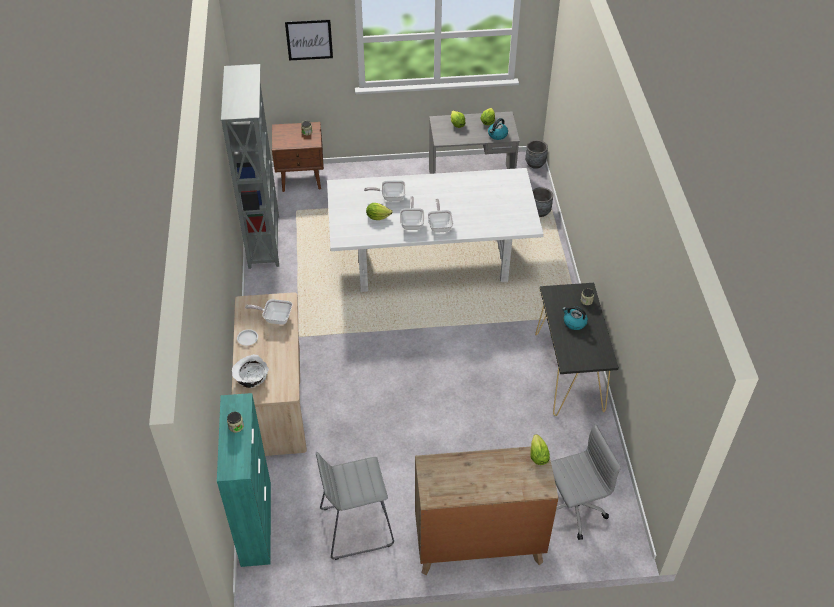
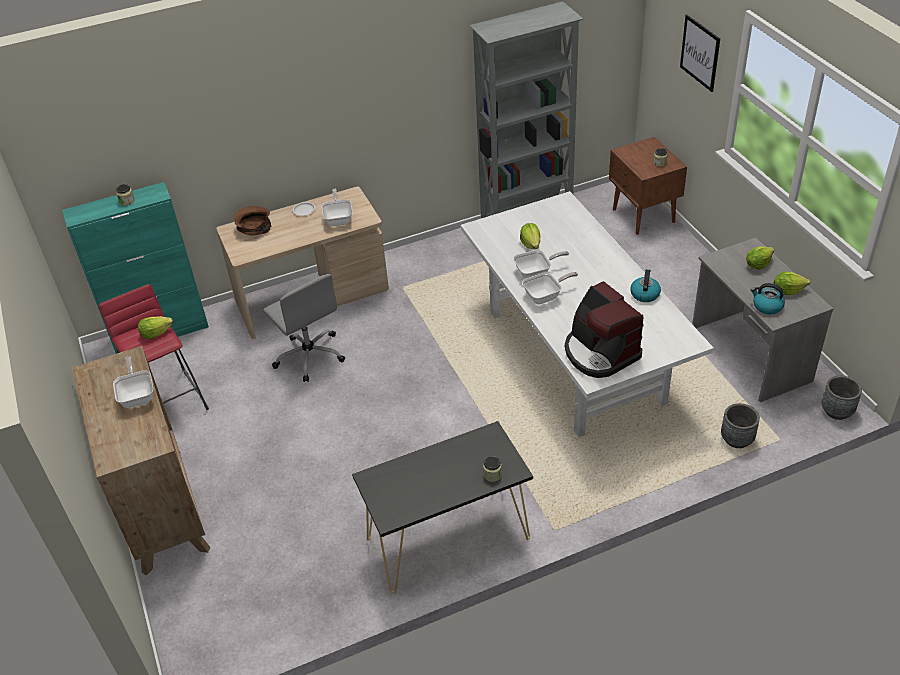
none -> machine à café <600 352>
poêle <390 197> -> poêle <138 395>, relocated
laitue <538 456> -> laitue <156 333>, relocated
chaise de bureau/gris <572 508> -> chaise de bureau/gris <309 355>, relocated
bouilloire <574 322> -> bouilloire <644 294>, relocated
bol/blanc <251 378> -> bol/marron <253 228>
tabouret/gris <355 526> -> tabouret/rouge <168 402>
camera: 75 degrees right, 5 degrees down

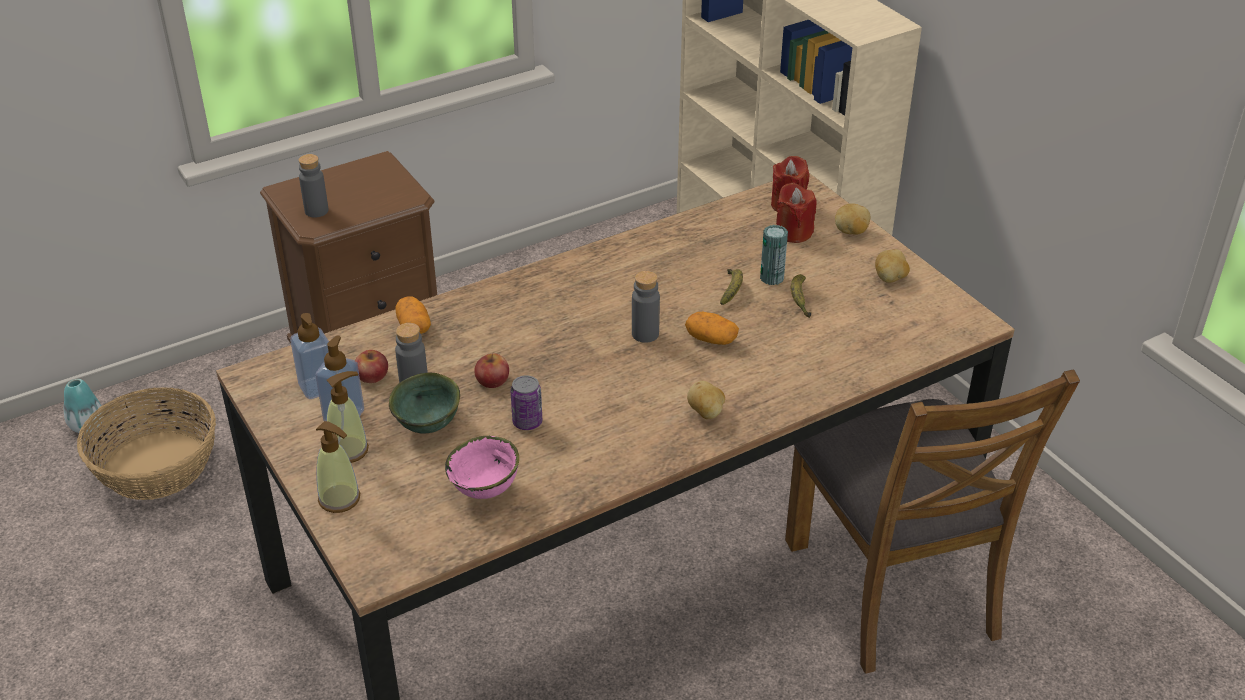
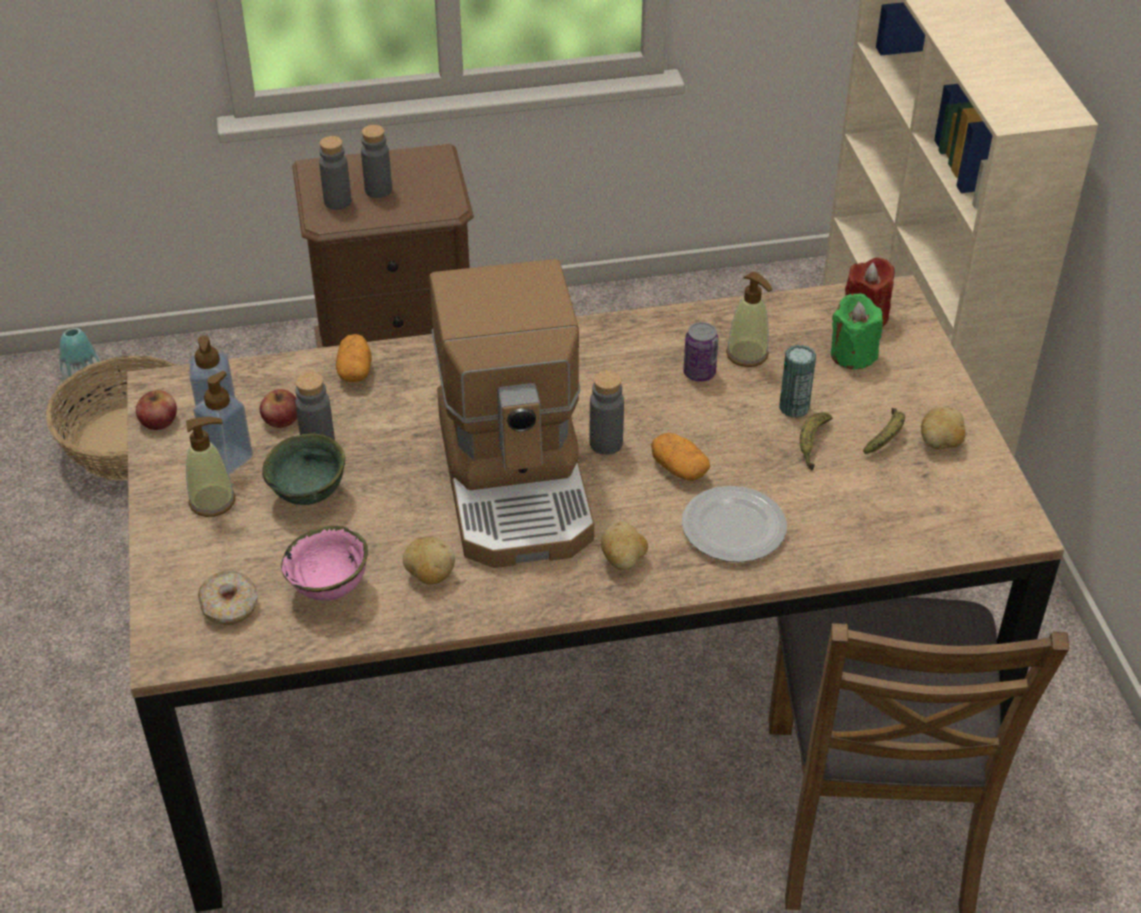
none -> beignet <230 606>
none -> bouteille/gris <378 190>
none -> machine à café <518 480>
none -> assiette <732 528>
distributeur de savon <339 499> -> distributeur de savon <747 354>, relocated
pomme <492 380> -> pomme <158 420>, relocated
boîte métallique <527 422> -> boîte métallique <699 373>, relocated
banane <731 291> -> banane <886 437>, relocated
pomme de terre <851 232> -> pomme de terre <429 575>, relocated
bougie/rouge <793 232> -> bougie/vert <852 354>
camera: 20 degrees right, 5 degrees up

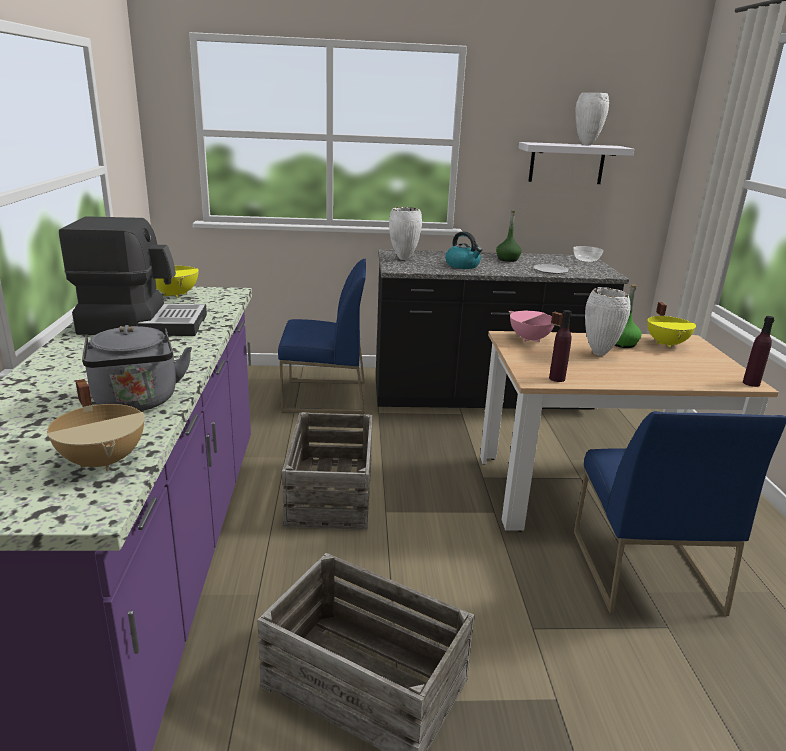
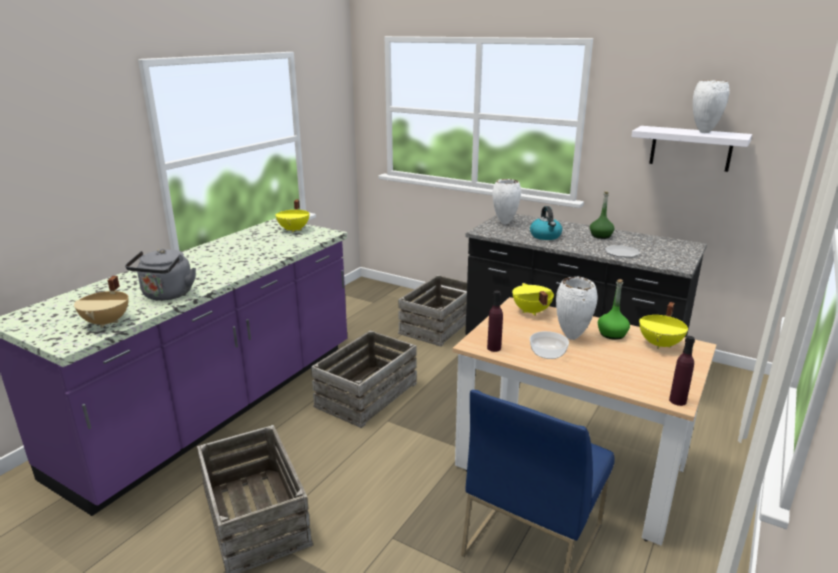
machine à café <143 324> -> none
bol <586 260> -> bol <547 353>, relocated
chaise/bleu <324 397> -> caisse <439 325>
marmite/rose <529 339> -> marmite/jaune <530 311>
camera: 35 degrees right, 0 degrees up

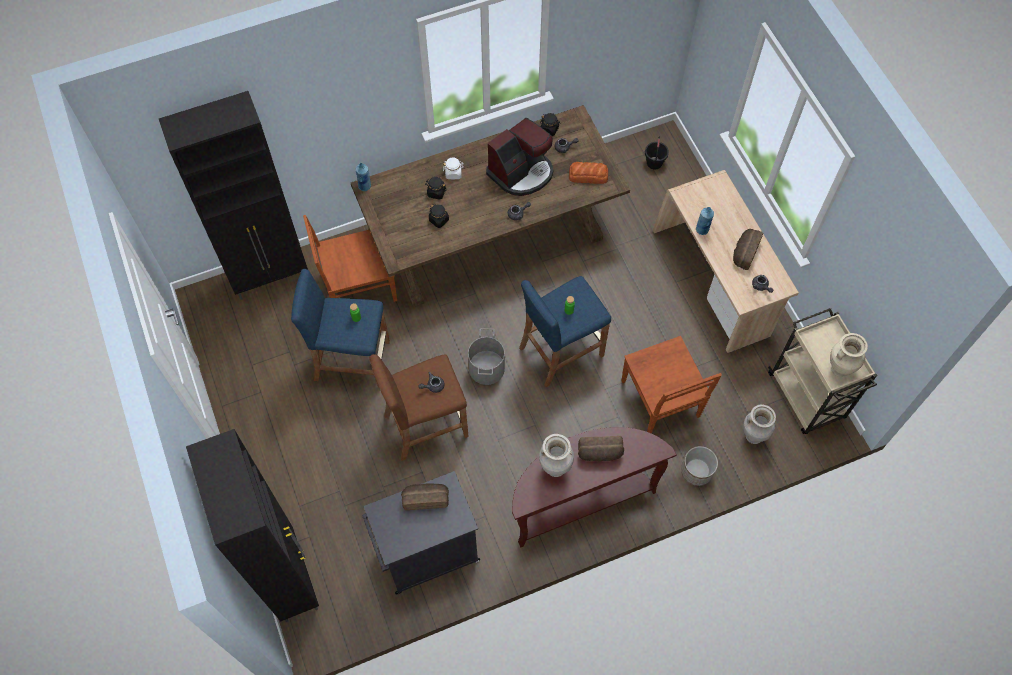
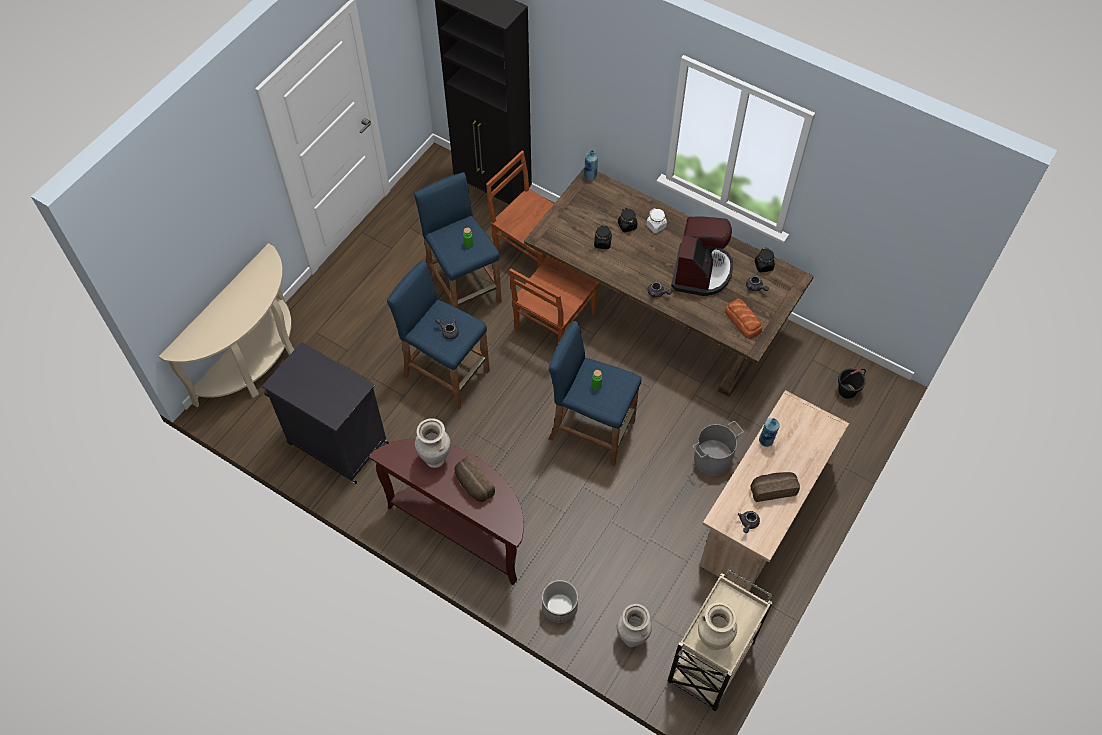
pain <425 498> -> none
seau/gris <487 368> -> seau/gris <713 459>, relocated
chaise/marron <661 400> -> chaise/marron <554 323>, relocated
meuble de rangement/noir <290 577> -> table console/beige <255 363>
tabouret/marron <426 425> -> tabouret/bleu <446 373>
machine à café <521 172> -> machine à café <701 271>, 90 degrees counterclockwise
camera: 55 degrees right, 5 degrees down

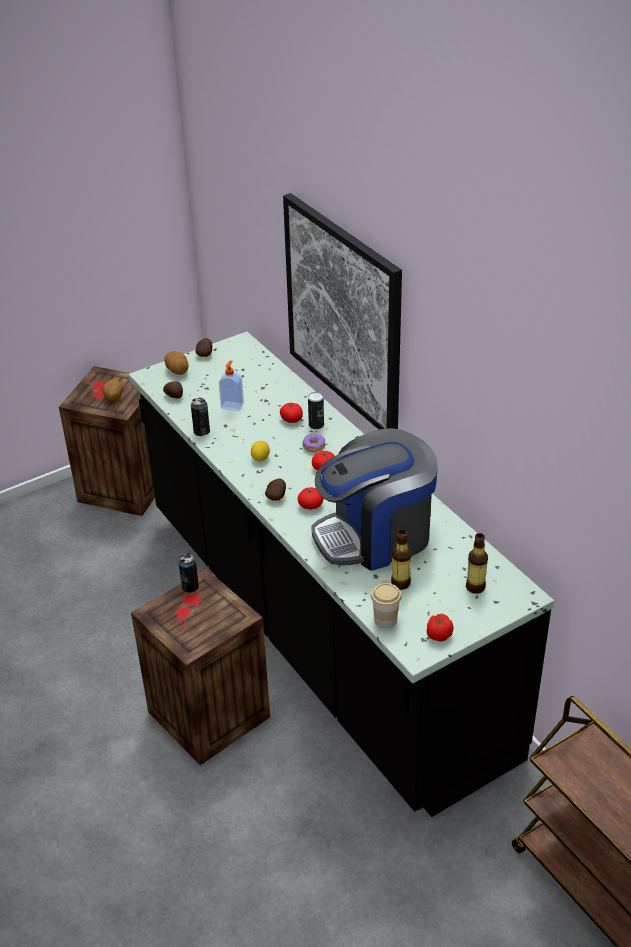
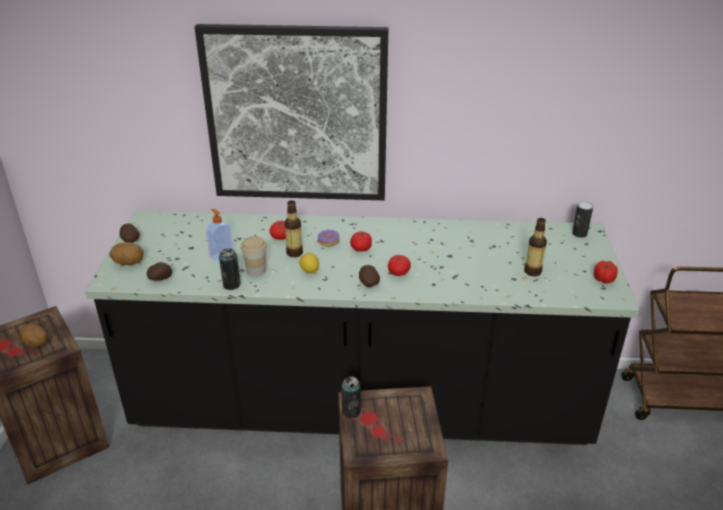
machine à café <375 536> -> none
boîte métallique <316 425> -> boîte métallique <579 234>, relocated
tasse <385 620> -> tasse <256 270>, relocated
bouteille <475 587> -> bouteille <294 253>, relocated
camera: 55 degrees left, 5 degrees down

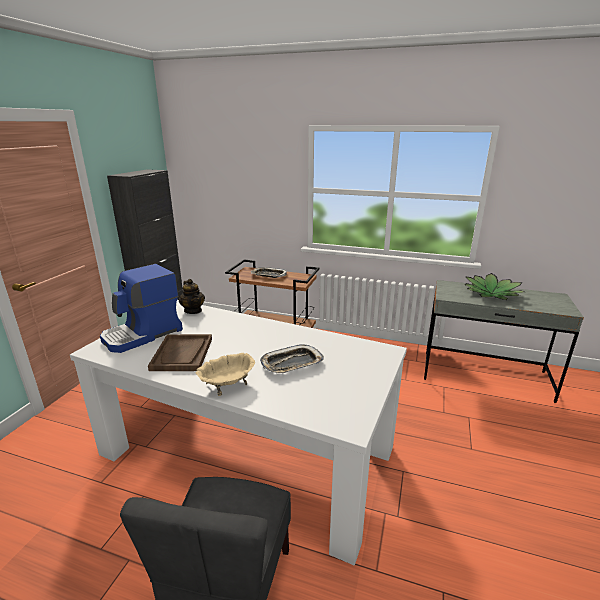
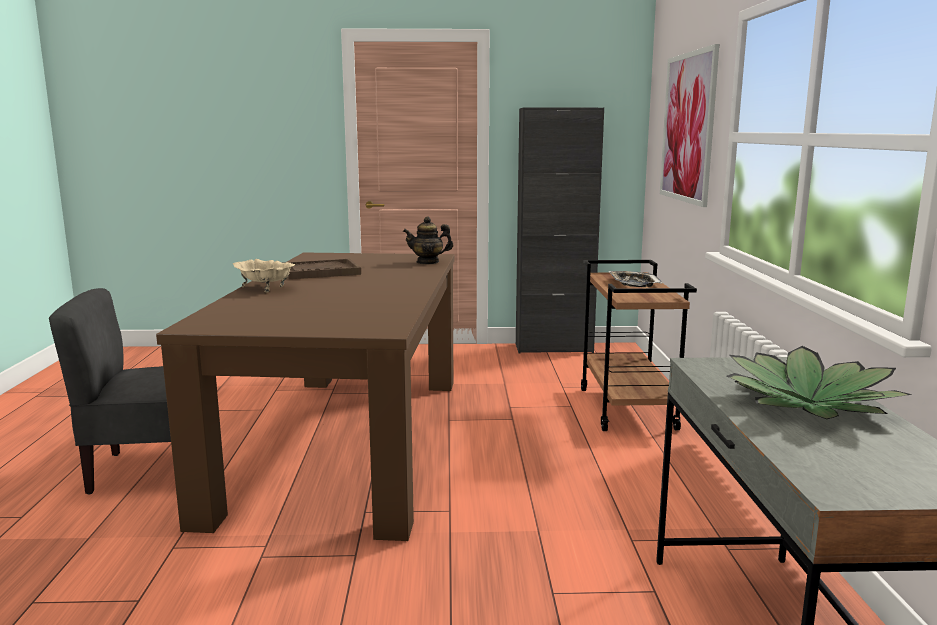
machine à café <143 335> -> none
plateau <292 364> -> none
none -> tableau <687 127>
table à manger/blanc <247 451> -> table à manger/marron <347 440>
théière <193 310> -> théière <428 262>, 45 degrees clockwise
camera: 70 degrees right, 10 degrees down

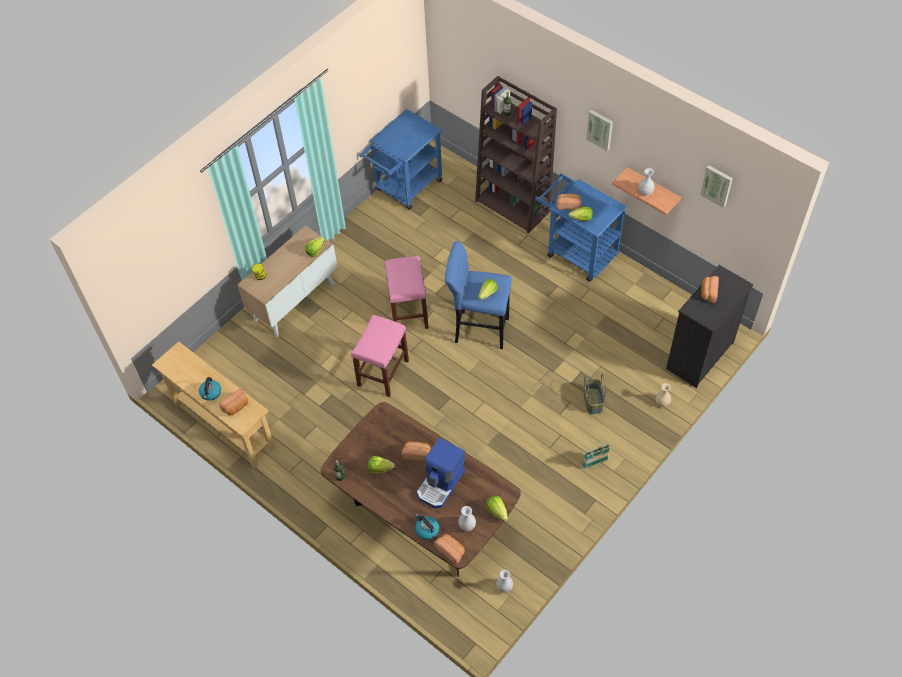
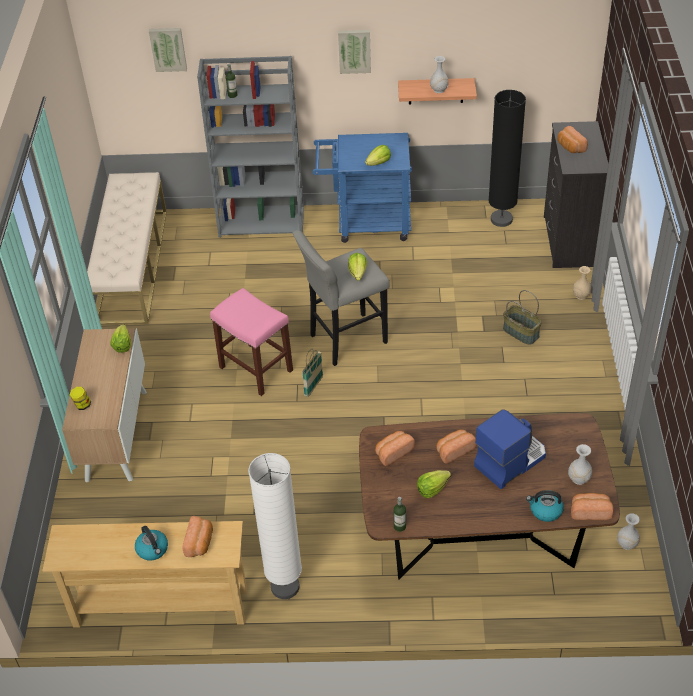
tabouret/rose <383 373> -> none
laitue <497 511> -> none
none -> lampadaire/blanc <285 587>
none -> lampadaire/noir <501 219>
pain <568 205> -> pain <393 452>, relocated
panier <595 463> -> panier <313 386>, relocated
tableau <717 185> -> tableau <168 49>, relocated
chariot/bleu <405 188> -> banc/beige <132 265>
tabouret/bleu <478 329> -> tabouret/gris <345 340>
bibliothèque/marron <513 206> -> bibliothèque/gris <262 221>
machine à café <441 484> -> machine à café <510 460>, 120 degrees counterclockwise
camera: 40 degrees left, 10 degrees down

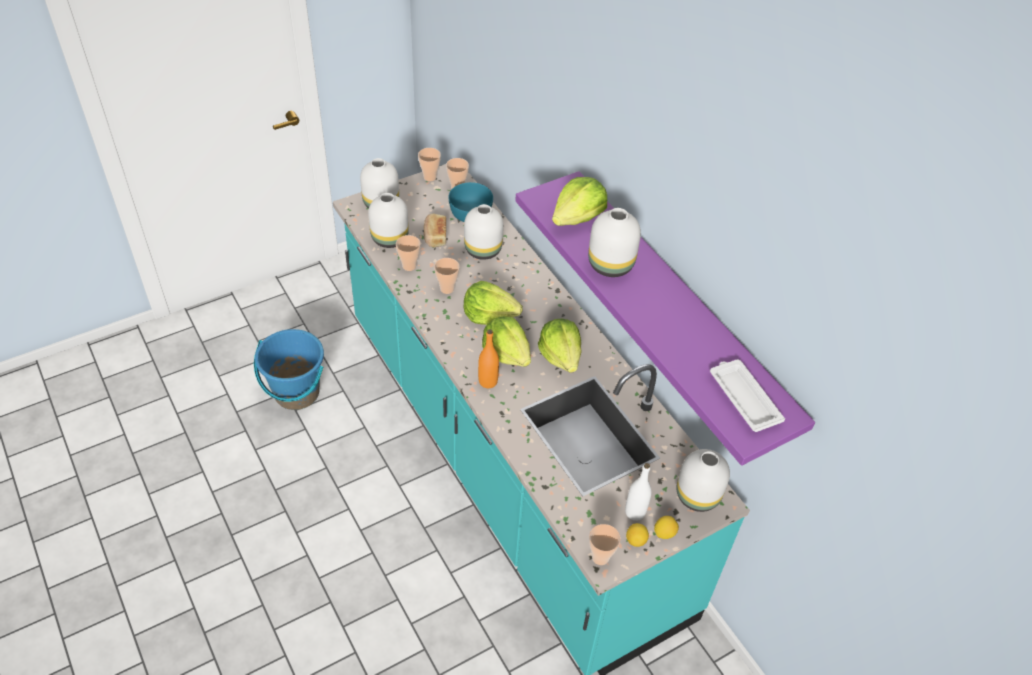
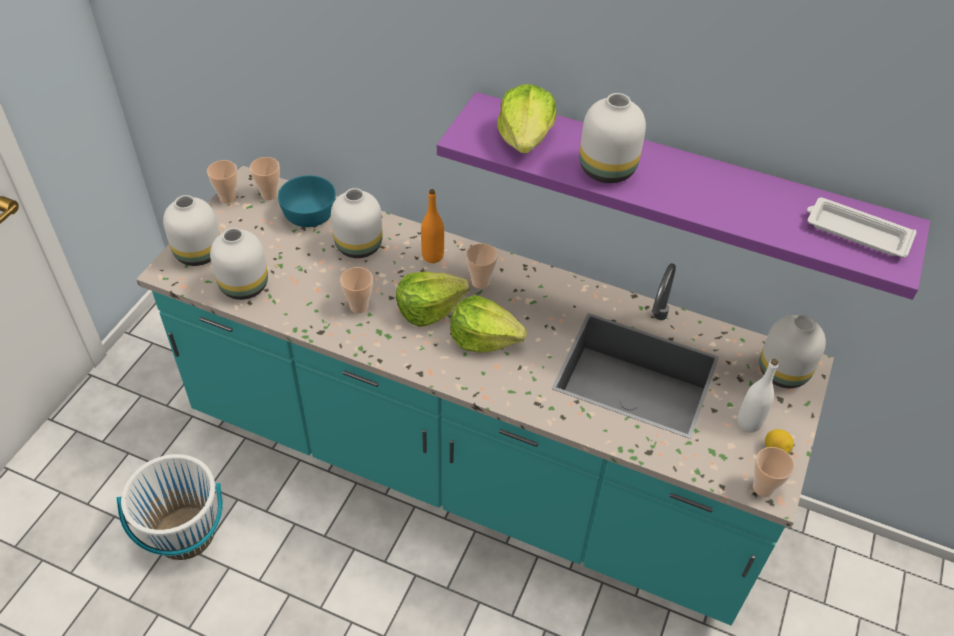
pain <435 236> -> none
laitue <561 355> -> none
citron <664 533> -> none
tasse <409 266> -> tasse <480 282>, relocated
bouteille/orange <488 381> -> bouteille/orange <432 256>, relocated
seau/bleu <296 393> -> seau/blanc <185 534>
camera: 35 degrees left, 0 degrees up

